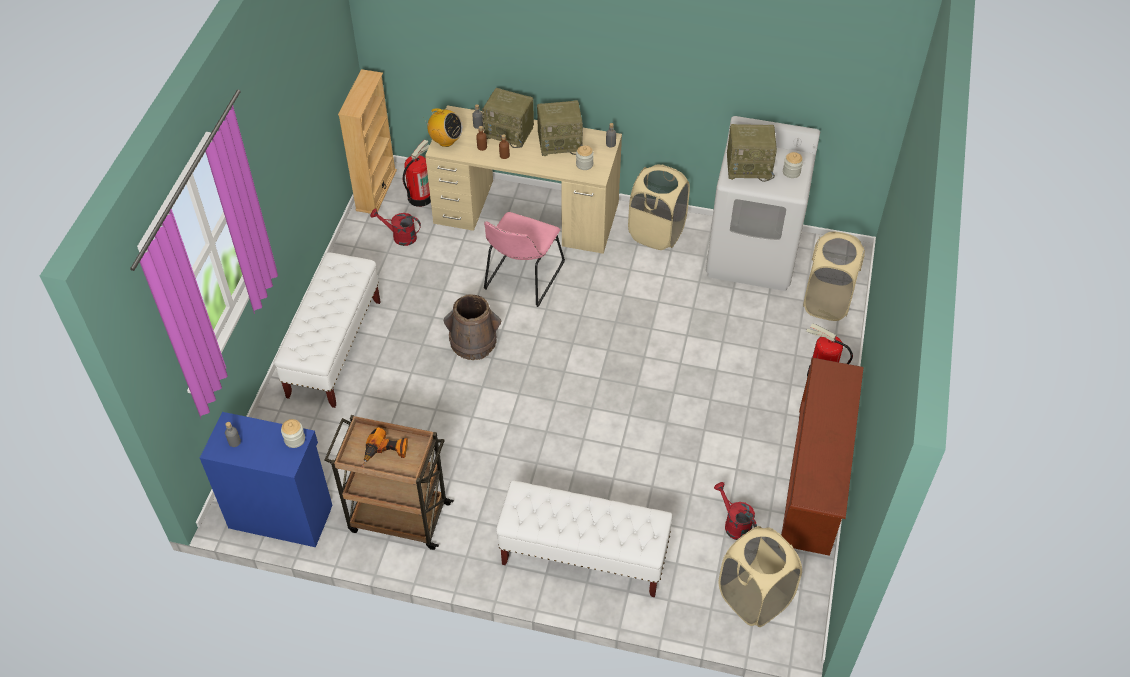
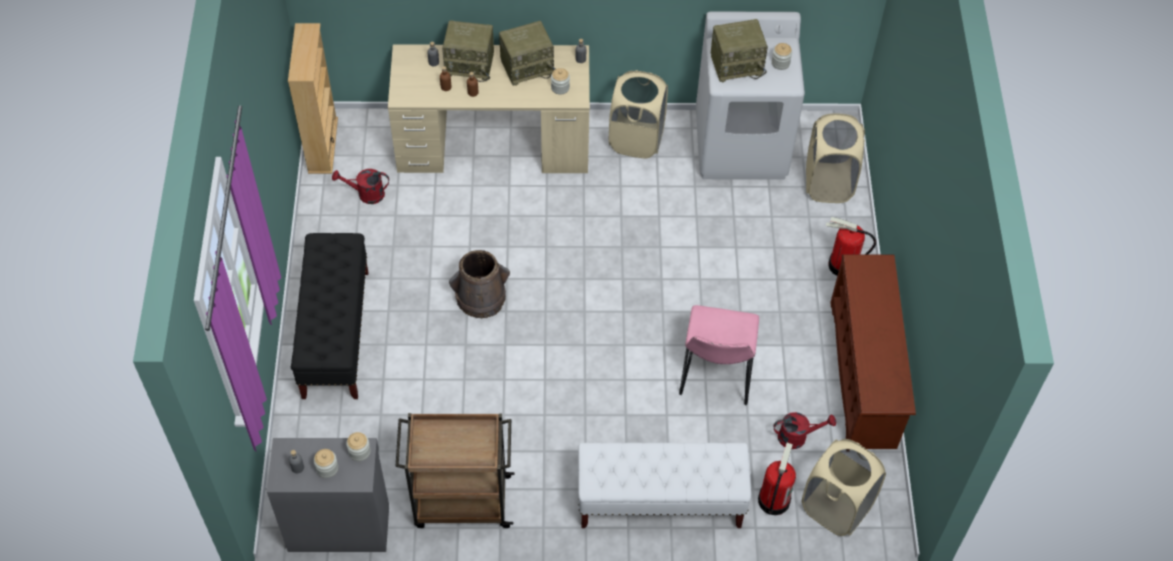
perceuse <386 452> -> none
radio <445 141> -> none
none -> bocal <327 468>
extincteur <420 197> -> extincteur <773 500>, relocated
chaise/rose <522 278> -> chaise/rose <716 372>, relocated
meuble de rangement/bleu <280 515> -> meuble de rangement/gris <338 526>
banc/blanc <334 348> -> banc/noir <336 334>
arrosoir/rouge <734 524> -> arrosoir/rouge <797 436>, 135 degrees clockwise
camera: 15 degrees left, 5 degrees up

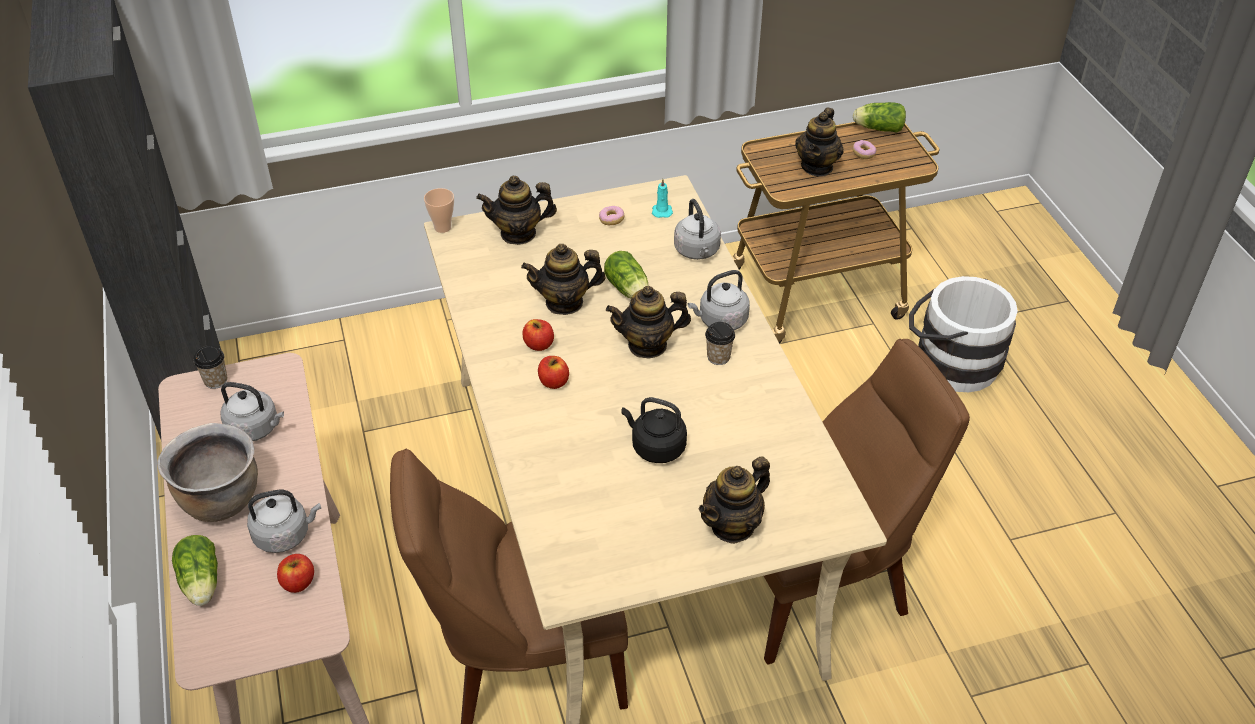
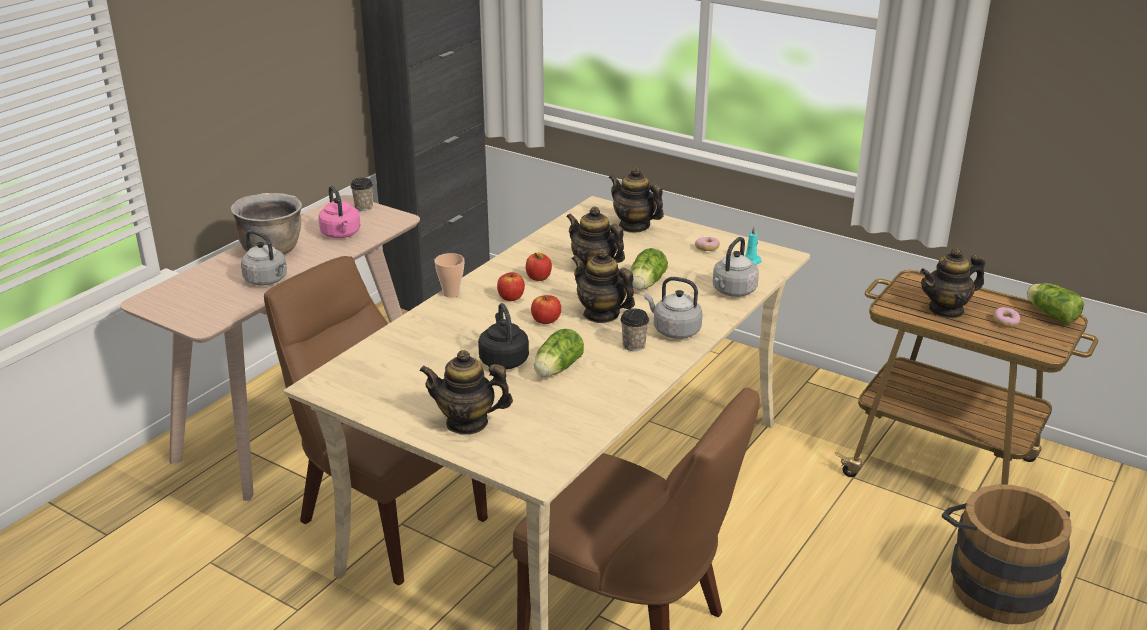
laitue <201 584> -> laitue <556 369>, relocated
pomme <298 582> -> pomme <546 320>, relocated
tasse <442 227> -> tasse <451 293>, relocated
bouilloire/gris <255 428> -> bouilloire/rose <341 234>
seau/blanc <950 361> -> seau/marron <994 584>
camera: 50 degrees right, 15 degrees down

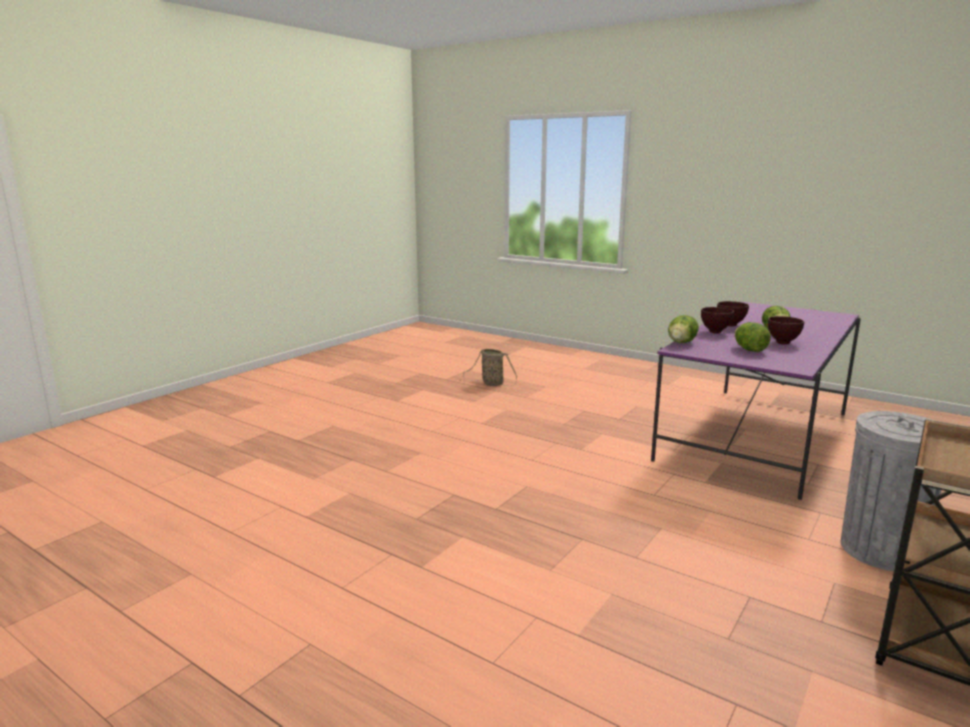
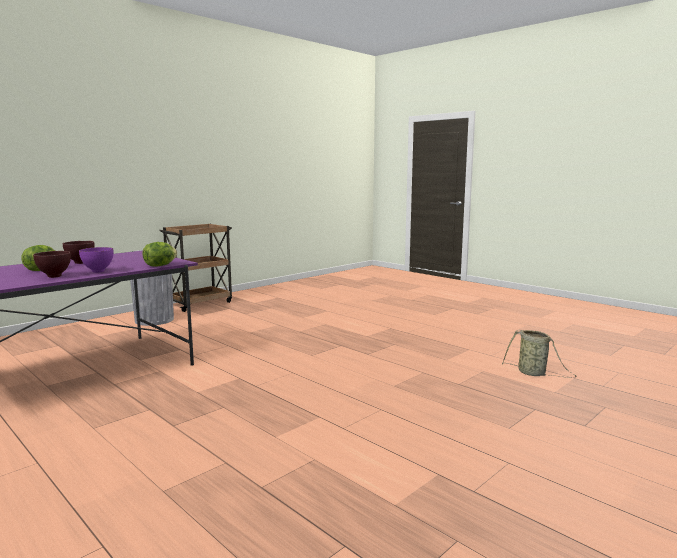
laitue <749 350> -> none
panier <491 383> -> panier <533 373>, relocated
bol/marron <714 332> -> bol/violet <99 271>
camera: 170 degrees left, 5 degrees down

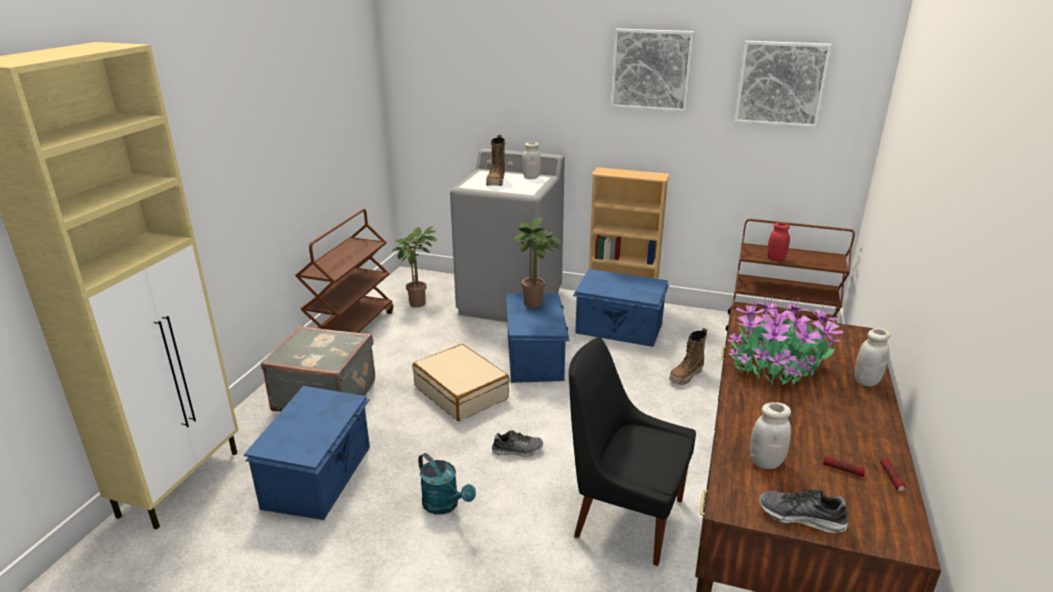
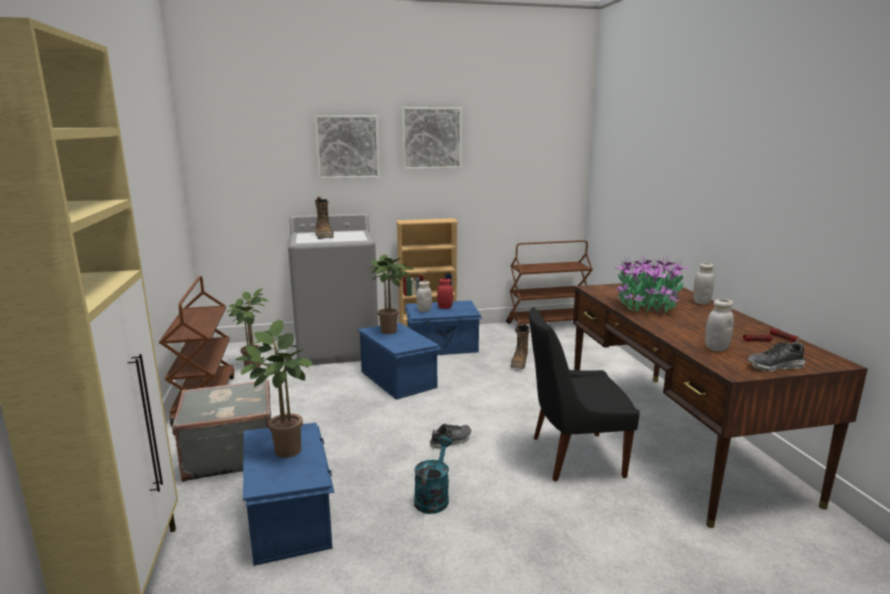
valise/beige <461 392> -> none
none -> plante en pot <283 450>
bocal/blanc <531 177> -> bocal/blanc <424 310>, relocated
tableau <781 84> -> tableau <347 147>, relocated
bocal/rouge <775 259> -> bocal/rouge <445 307>, relocated
arrosoir/turquoise <445 505> -> arrosoir/turquoise <433 497>, 90 degrees counterclockwise
camera: 30 degrees left, 10 degrees down

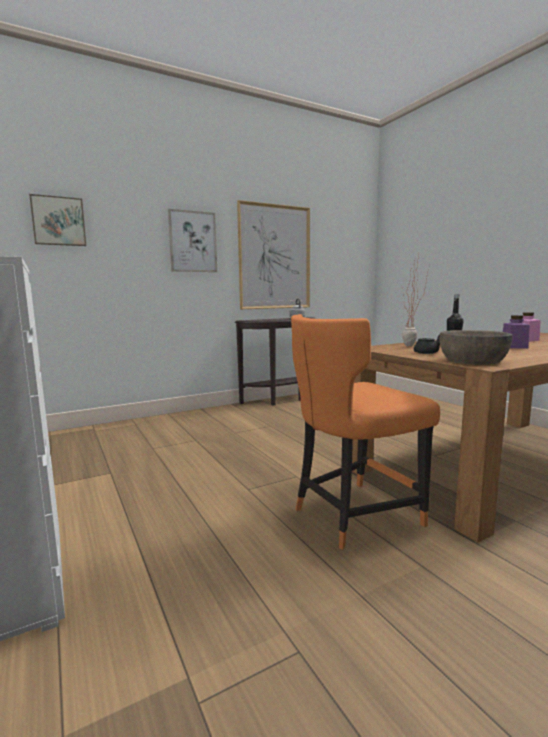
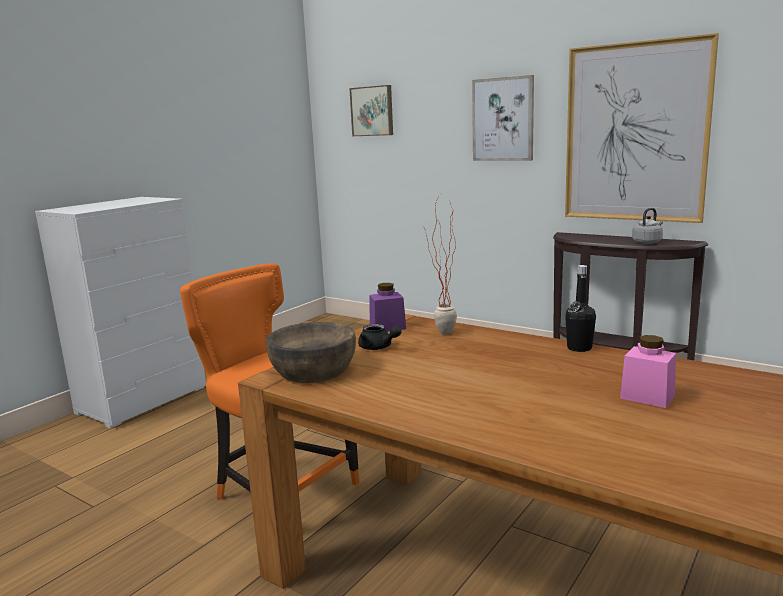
bocal/violet <514 347> -> bocal/violet <387 327>, relocated
camera: 65 degrees right, 5 degrees up

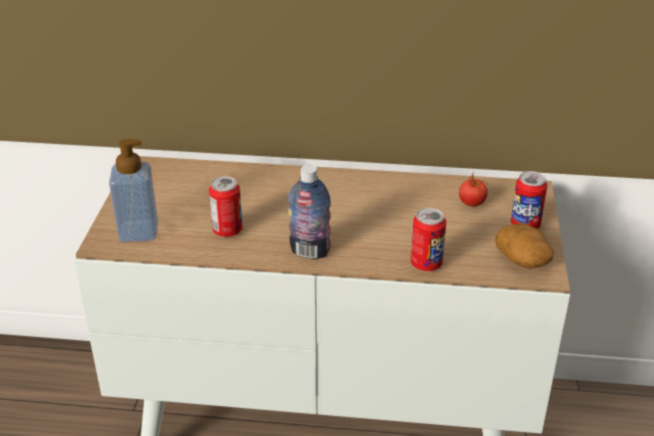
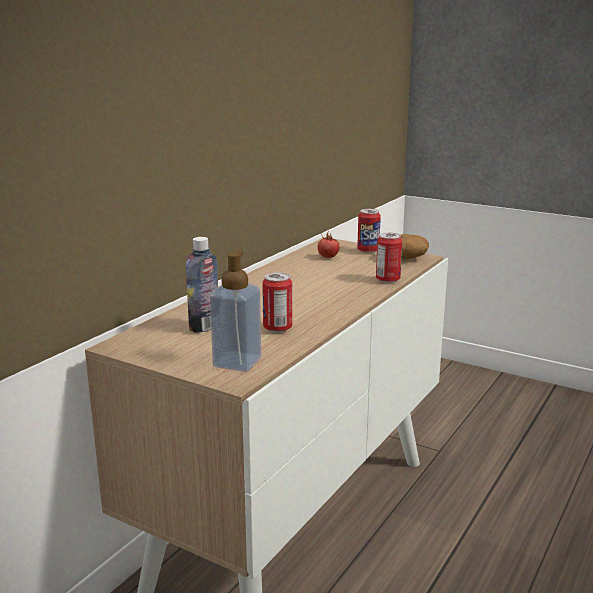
bouteille <310 251> -> bouteille <204 327>, relocated
camera: 65 degrees left, 15 degrees down

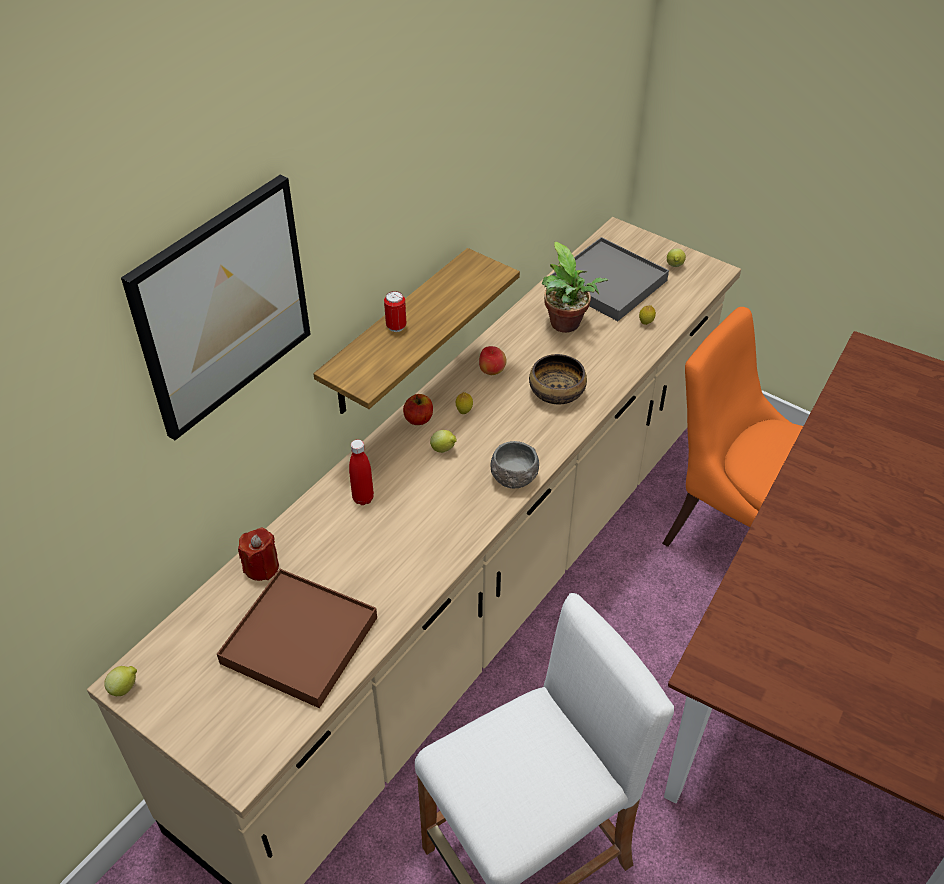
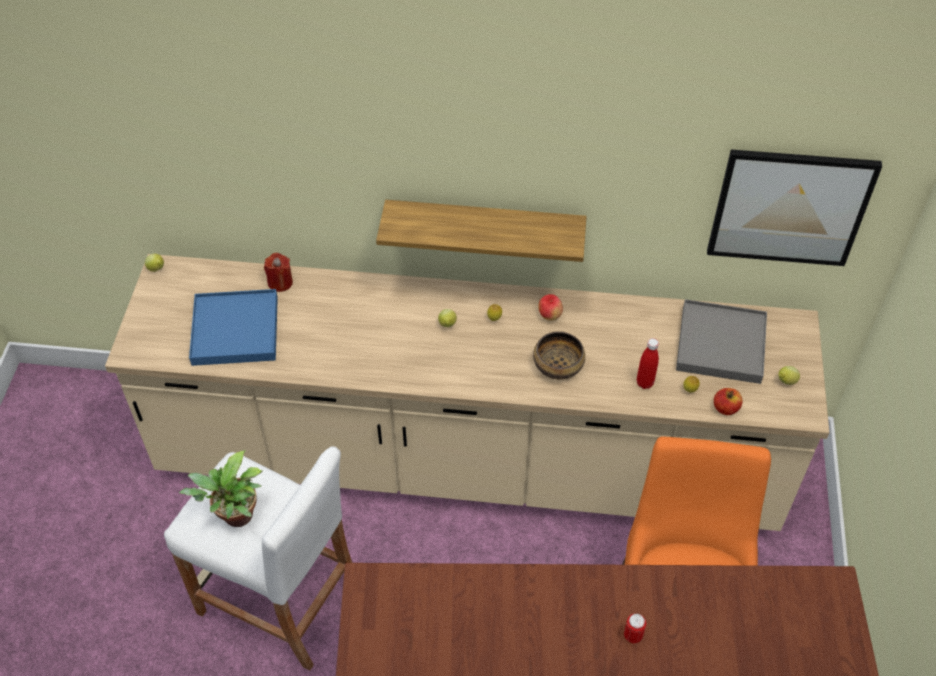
bol/gris <514 477> -> none
tableau <222 307> -> tableau <789 207>, relocated
bouteille/rouge <363 498> -> bouteille/rouge <644 383>, relocated
boîte métallique <396 326> -> boîte métallique <633 636>, relocated
pomme <418 419> -> pomme <725 408>, relocated
plante en pot <567 326> -> plante en pot <235 517>, relocated
plateau/marron <299 640> -> plateau/bleu <235 330>
camera: 60 degrees right, 5 degrees up

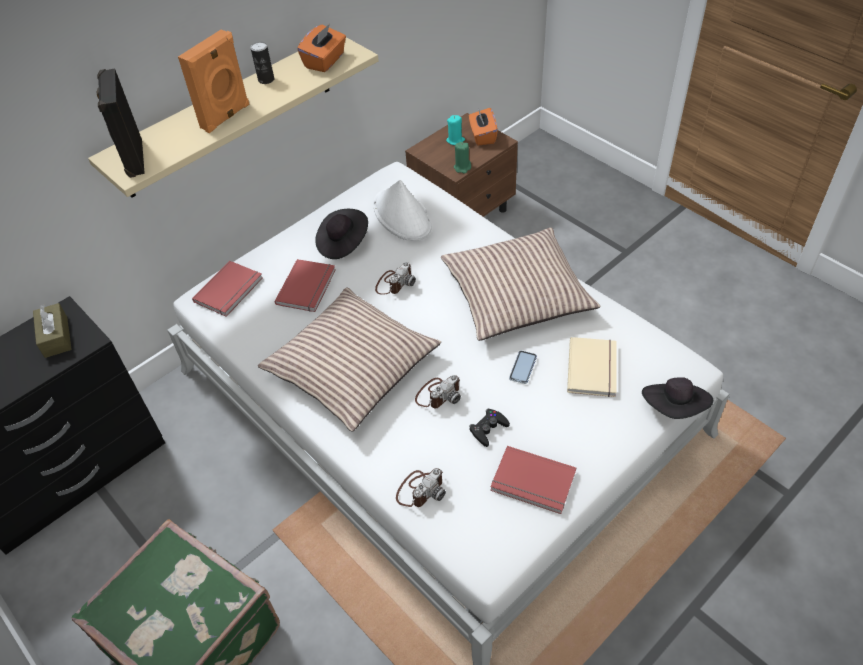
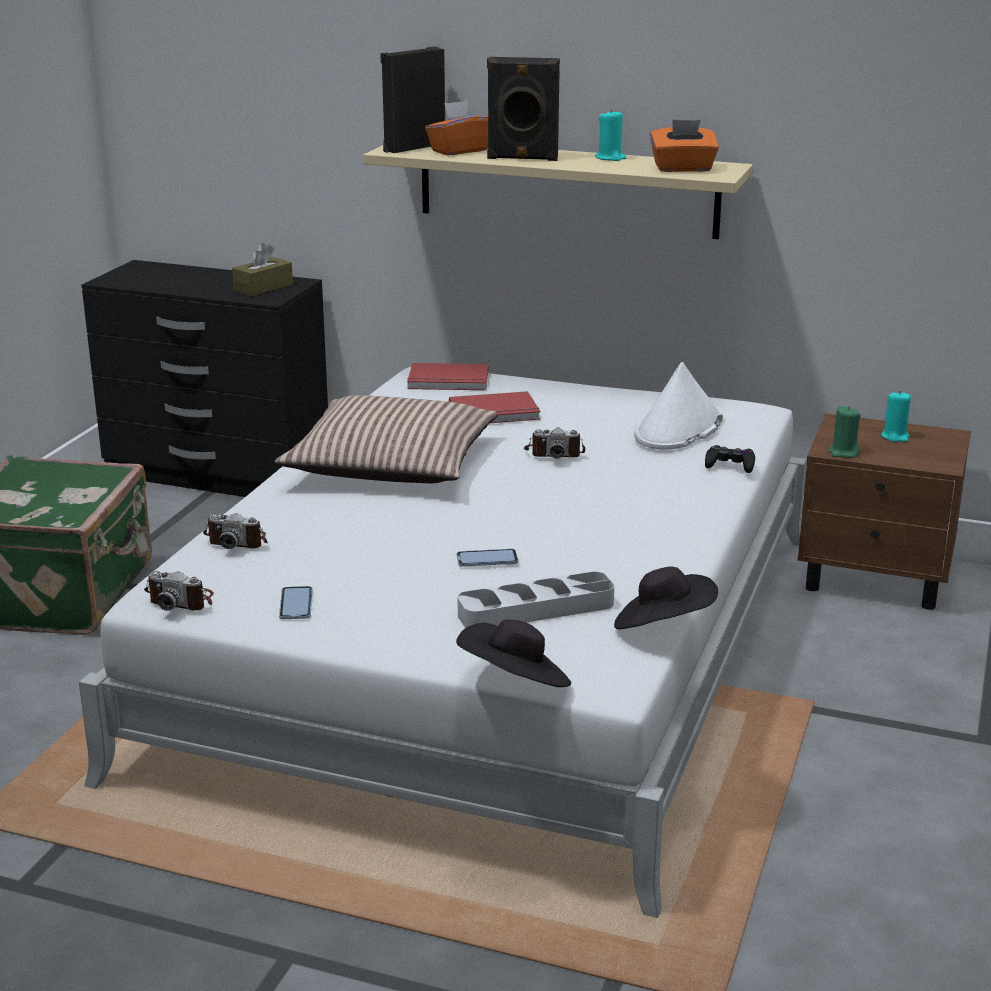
coussin <516 294> -> none
chapeau/noir <343 243> -> chapeau/noir <663 627>, relocated
appareil photo <438 394> -> appareil photo <182 600>, relocated
boîte à mouchoirs/orange <482 136> -> boîte à mouchoirs/orange <459 150>, relocated
manette/noir <488 429> -> manette/noir <730 464>, relocated
boîte métallique <266 80> -> bougie/turquoise <610 158>
livre/rouge <532 483> -> téléphone <296 604>
livre/beige <594 368> -> plateau/gris <536 609>
enceinte/orange <226 117> -> enceinte/noir <522 158>
camera: 60 degrees right, 25 degrees down

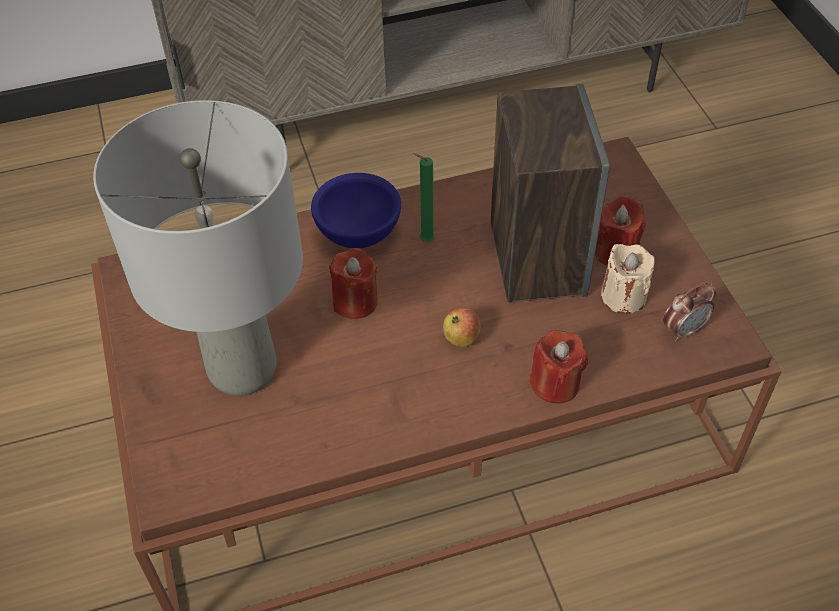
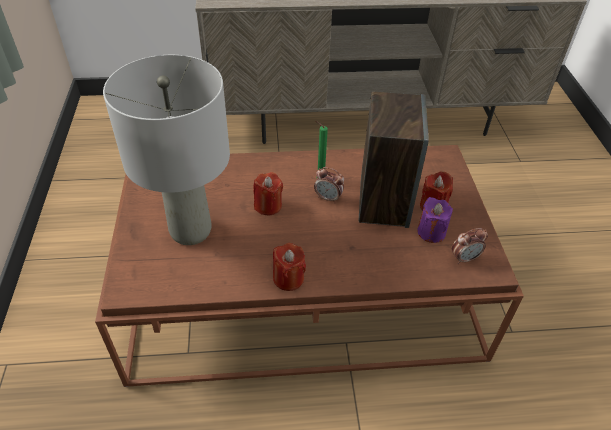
bol/bleu <357 233> -> none
pomme <461 338> -> none
none -> réveil <328 198>
bougie/rouge <555 384> -> bougie/rouge <288 278>, relocated
bougie/beige <623 296> -> bougie/violet <431 232>
camera: 10 degrees right, 5 degrees down

